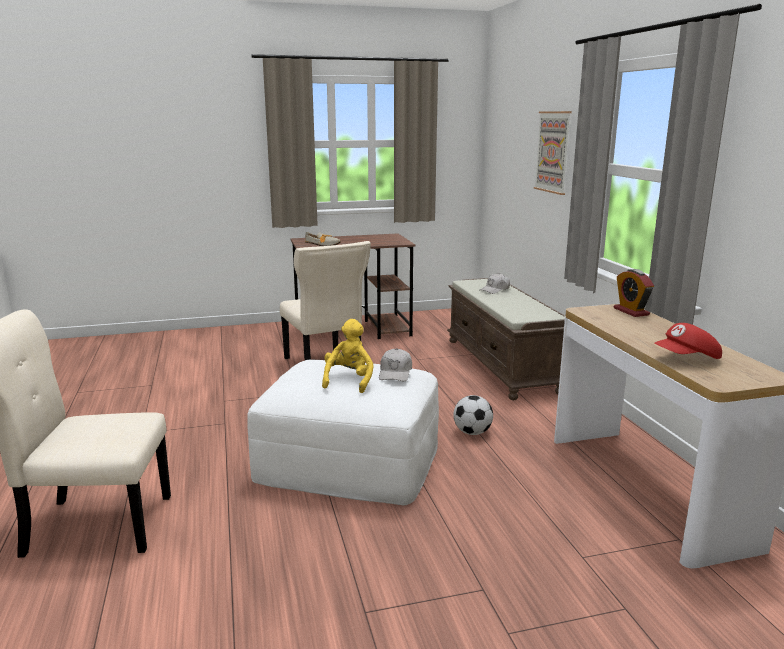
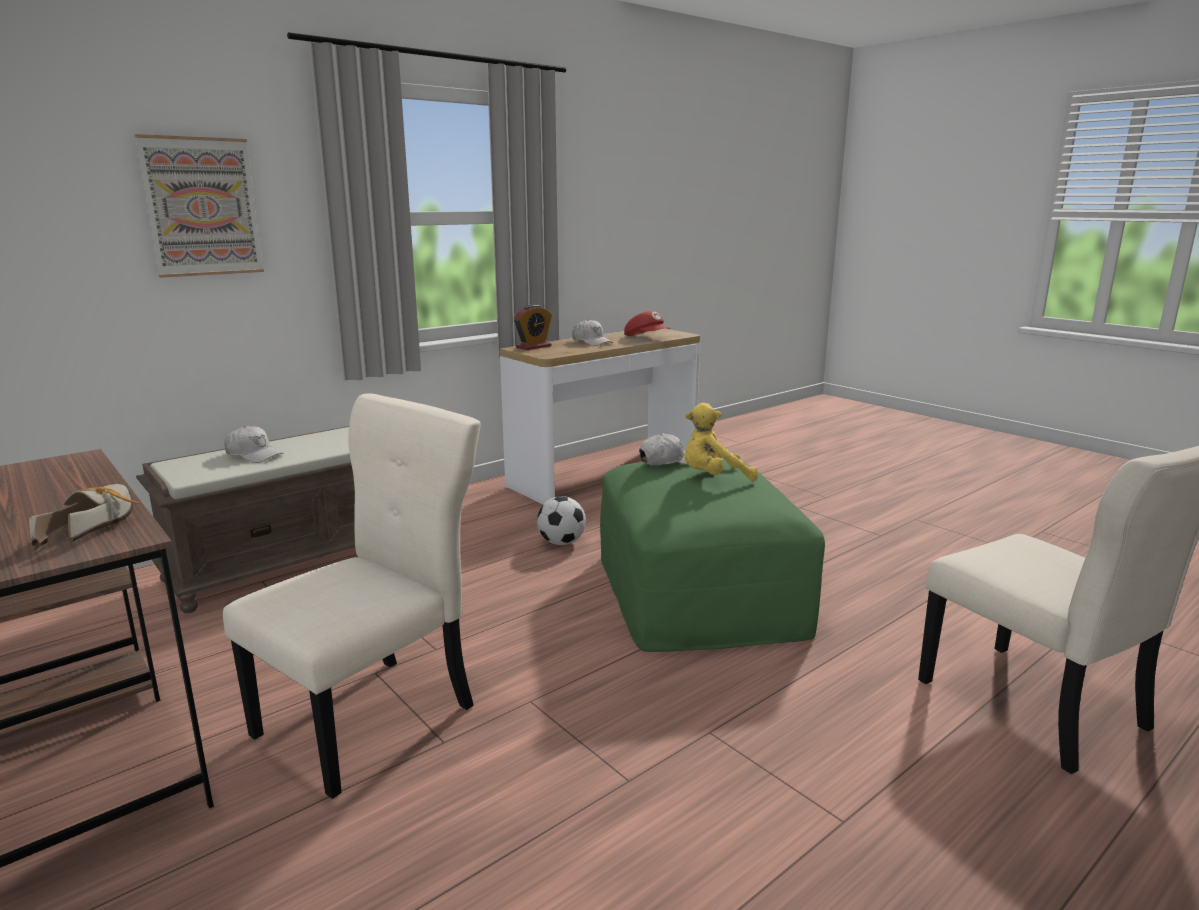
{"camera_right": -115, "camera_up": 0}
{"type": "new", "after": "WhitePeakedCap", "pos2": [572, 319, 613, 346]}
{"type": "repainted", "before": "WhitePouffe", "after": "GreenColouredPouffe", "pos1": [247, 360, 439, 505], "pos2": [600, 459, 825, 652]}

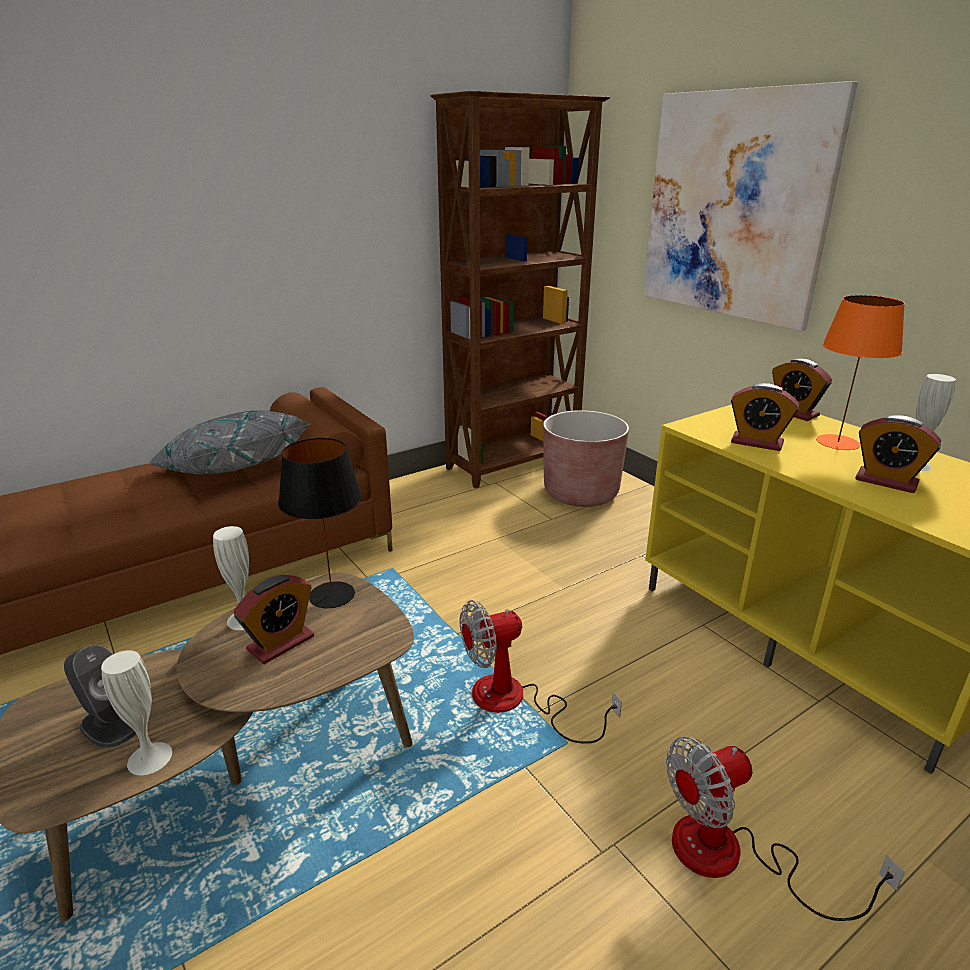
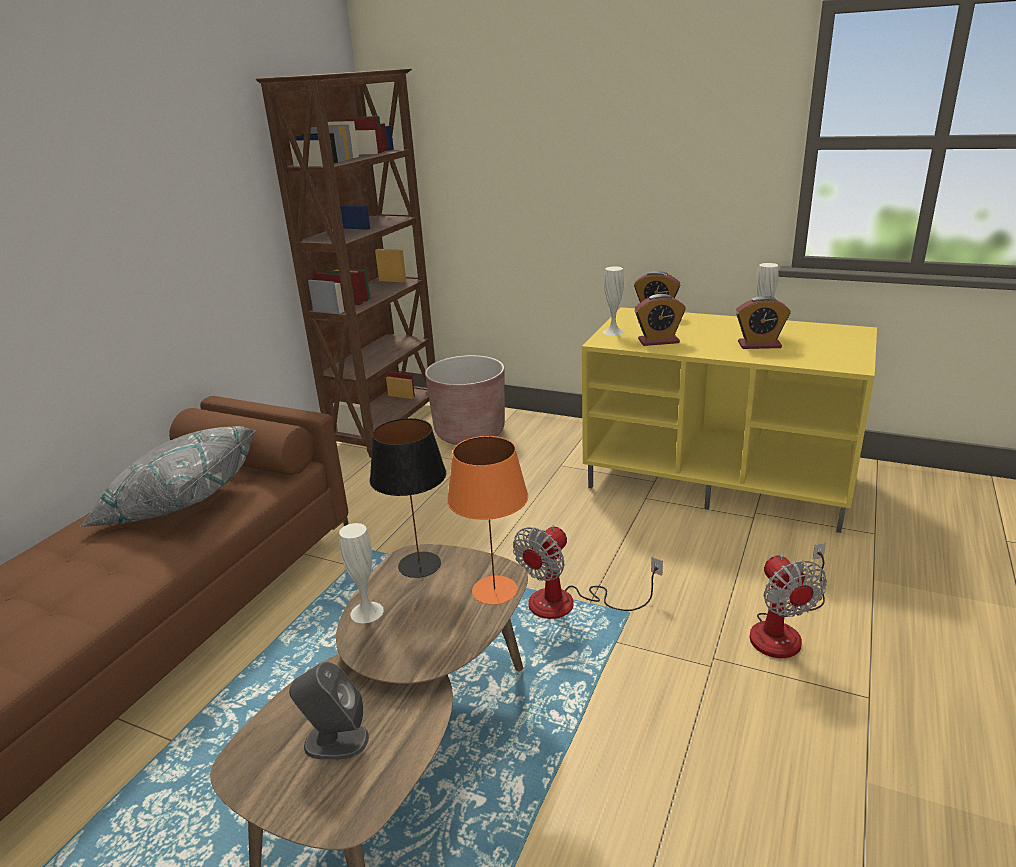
{"camera_right": -30, "camera_up": 0}
{"type": "shifted", "before": "OrangeTableLamp", "pos1": [816, 295, 905, 450], "pos2": [447, 436, 528, 605]}
{"type": "shifted", "before": "WhiteVase", "pos1": [101, 650, 172, 775], "pos2": [603, 267, 624, 336]}
{"type": "rotated", "before": "ElectricFan", "pos1": [666, 736, 905, 921], "pos2": [749, 543, 827, 658], "turn": -45}
{"type": "gone", "before": "AlarmClock", "pos1": [233, 575, 314, 664]}
{"type": "gone", "before": "WallArt", "pos1": [643, 81, 858, 331]}

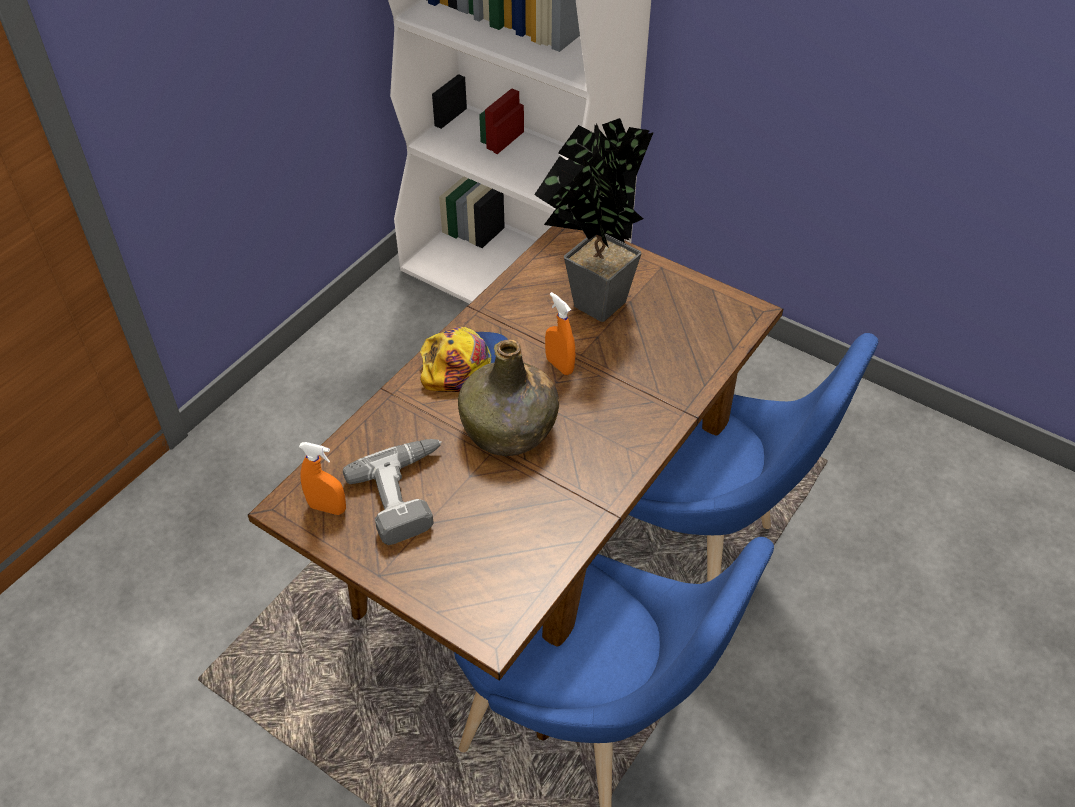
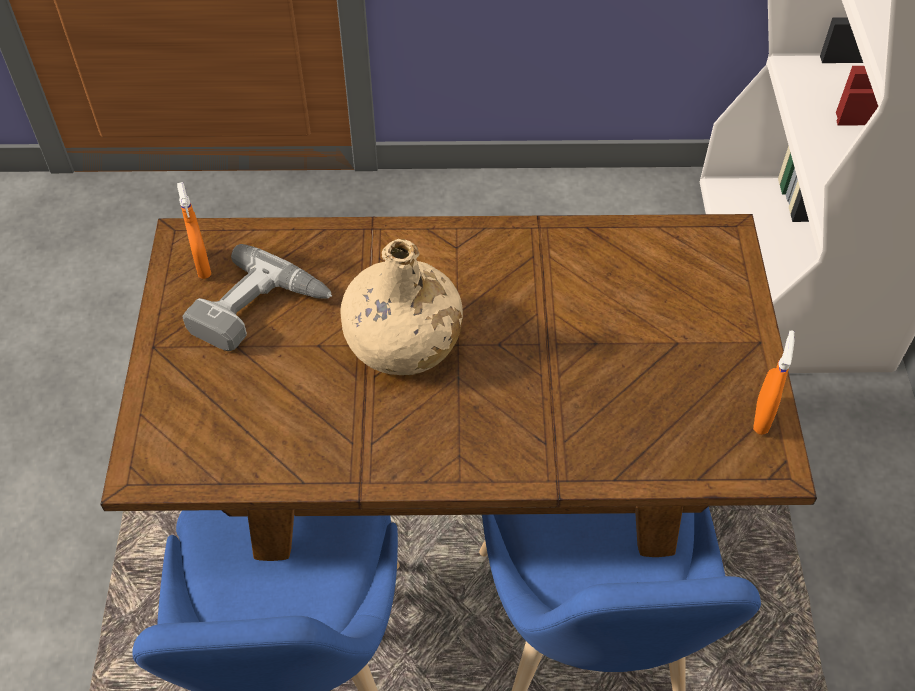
{"camera_right": 55, "camera_up": 5}
{"type": "repainted", "before": "GreenColouredBeverageBottle", "after": "BeigeColouredBeverageBottle", "pos1": [458, 339, 559, 456], "pos2": [341, 239, 463, 375]}
{"type": "shifted", "before": "OrangeSprayBottle", "pos1": [545, 292, 575, 375], "pos2": [753, 330, 795, 435]}
{"type": "gone", "before": "PeakedCap", "pos1": [420, 327, 508, 392]}
{"type": "gone", "before": "Houseplant", "pos1": [534, 118, 654, 322]}

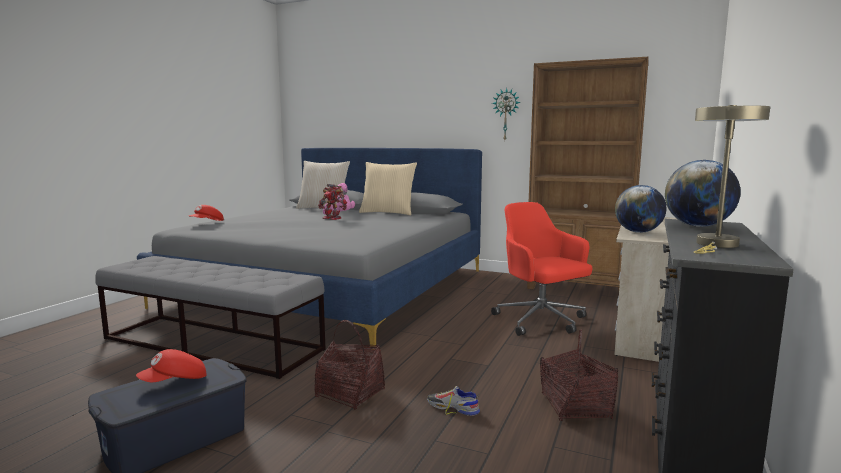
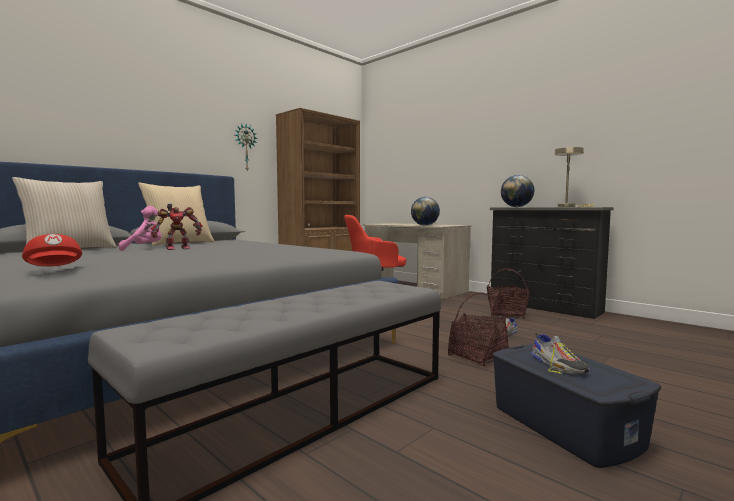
{"camera_right": -70, "camera_up": -5}
{"type": "swapped", "before": "RedPeakedCap", "after": "LowShoe", "pos1": [136, 349, 206, 382], "pos2": [531, 333, 589, 374]}

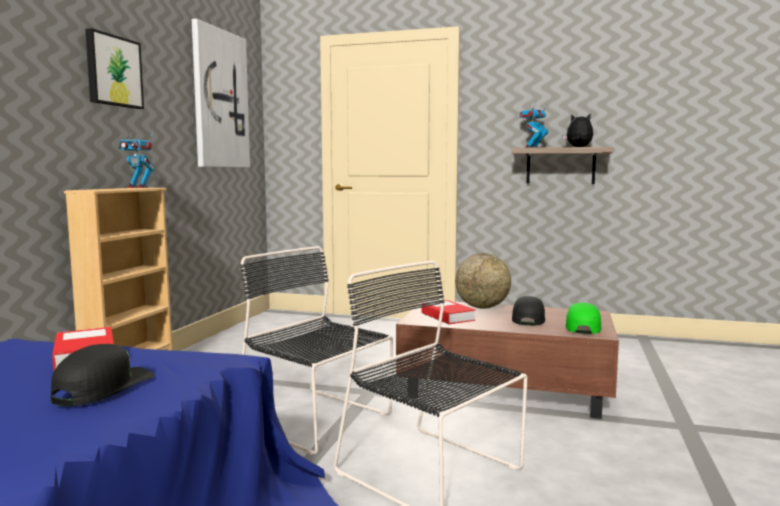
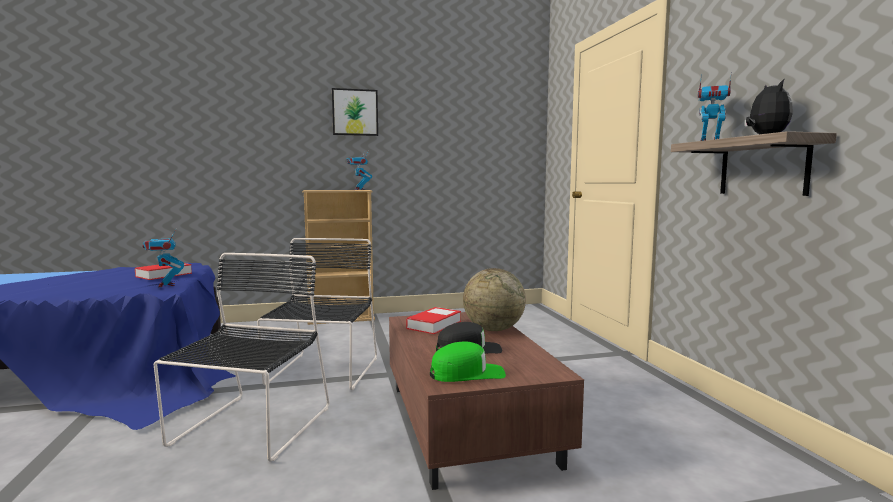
{"camera_right": 60, "camera_up": 0}
{"type": "new", "after": "ModelRobot", "pos2": [142, 230, 184, 287]}
{"type": "gone", "before": "BlackishPeakedCap", "pos1": [51, 344, 155, 406]}
{"type": "gone", "before": "WallArt", "pos1": [192, 19, 250, 168]}

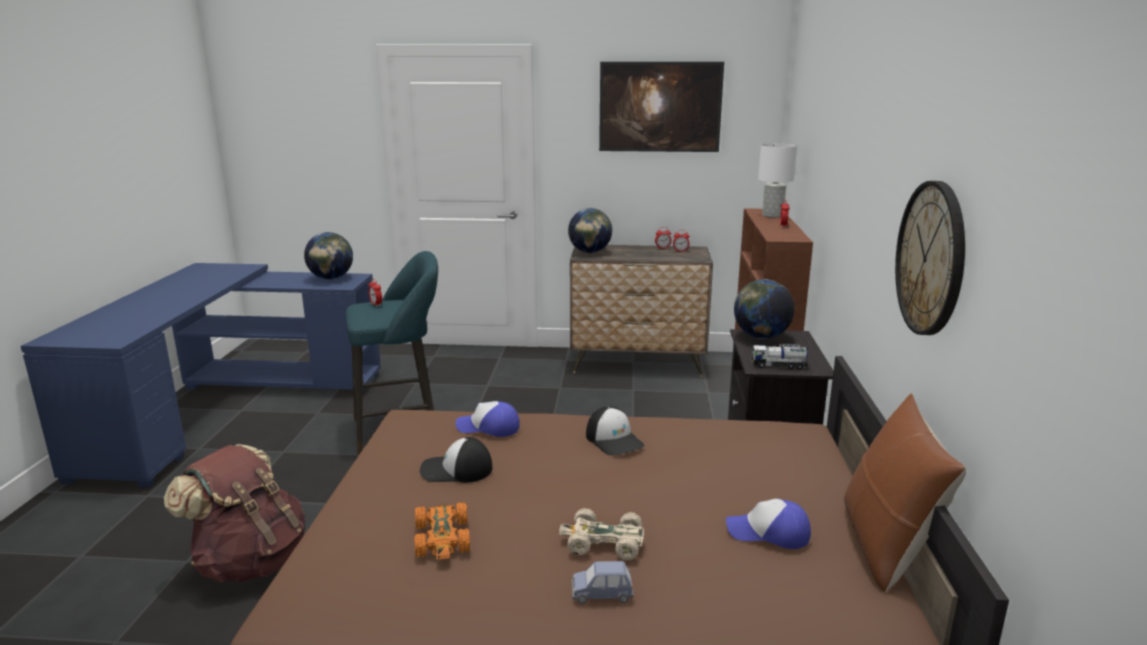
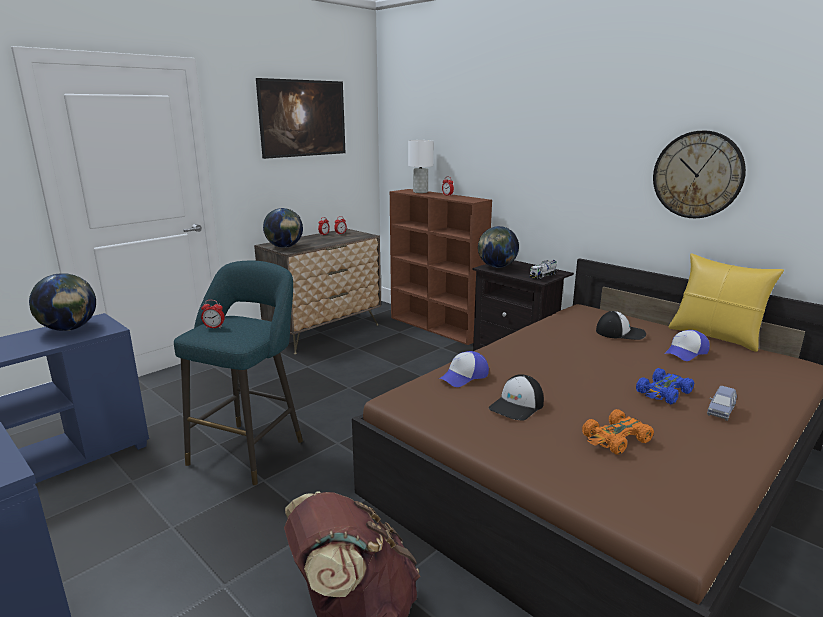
{"camera_right": -50, "camera_up": 0}
{"type": "rotated", "before": "OrangeToyCar", "pos1": [414, 502, 470, 559], "pos2": [582, 409, 654, 455], "turn": 120}
{"type": "shifted", "before": "PeakedCap", "pos1": [586, 406, 645, 455], "pos2": [596, 311, 646, 340]}
{"type": "repainted", "before": "BeigeColouredToyCar", "after": "BlueColouredToyCar", "pos1": [559, 508, 644, 560], "pos2": [636, 368, 694, 404]}
{"type": "repainted", "before": "BrownishThrowPillow", "after": "YellowColouredThrowPillow", "pos1": [844, 393, 966, 592], "pos2": [669, 254, 784, 352]}

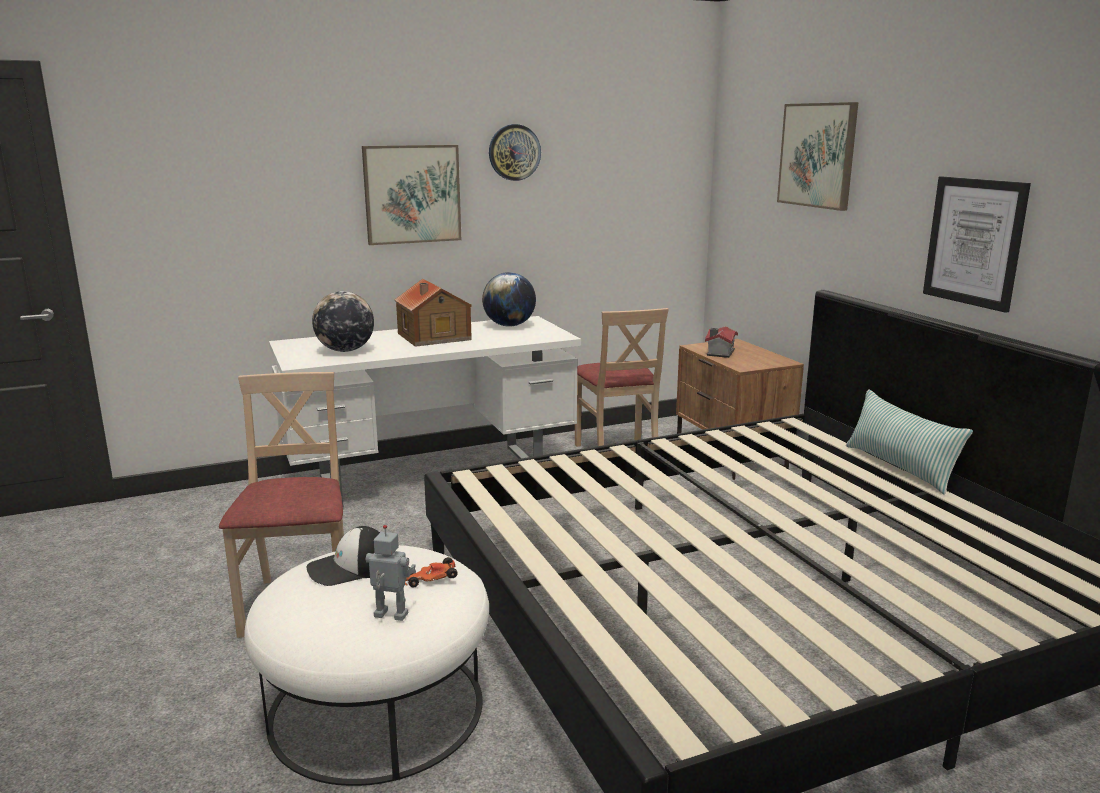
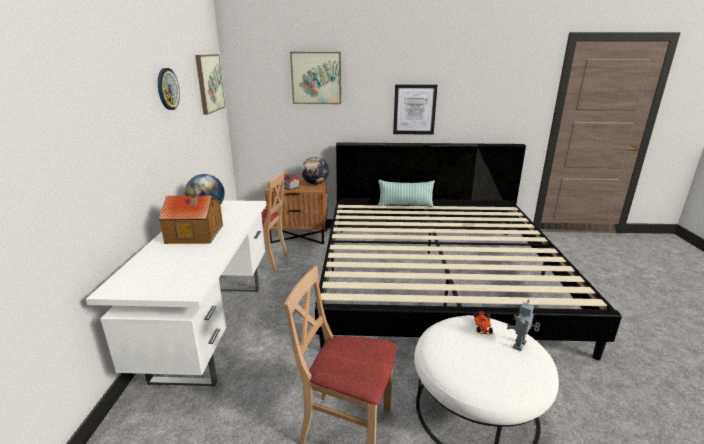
{"camera_right": -65, "camera_up": 5}
{"type": "shifted", "before": "WallArt", "pos1": [362, 145, 461, 245], "pos2": [195, 54, 225, 115]}
{"type": "shifted", "before": "DeskGlobe", "pos1": [312, 291, 374, 352], "pos2": [301, 157, 329, 185]}
{"type": "gone", "before": "PeakedCap", "pos1": [307, 526, 380, 586]}

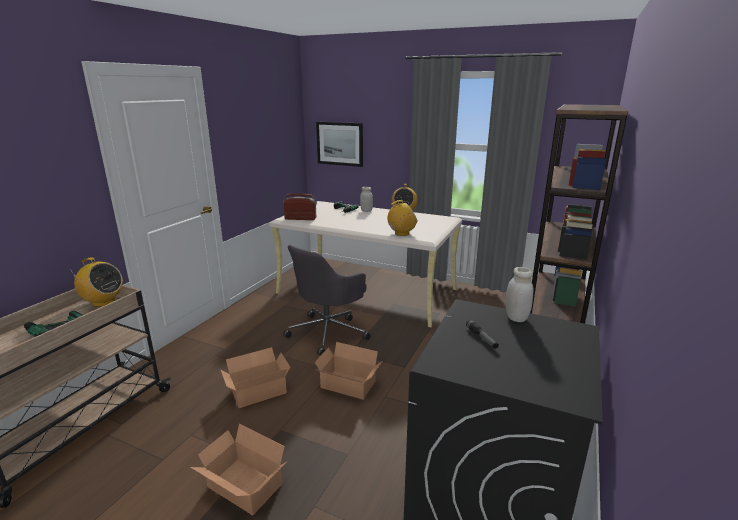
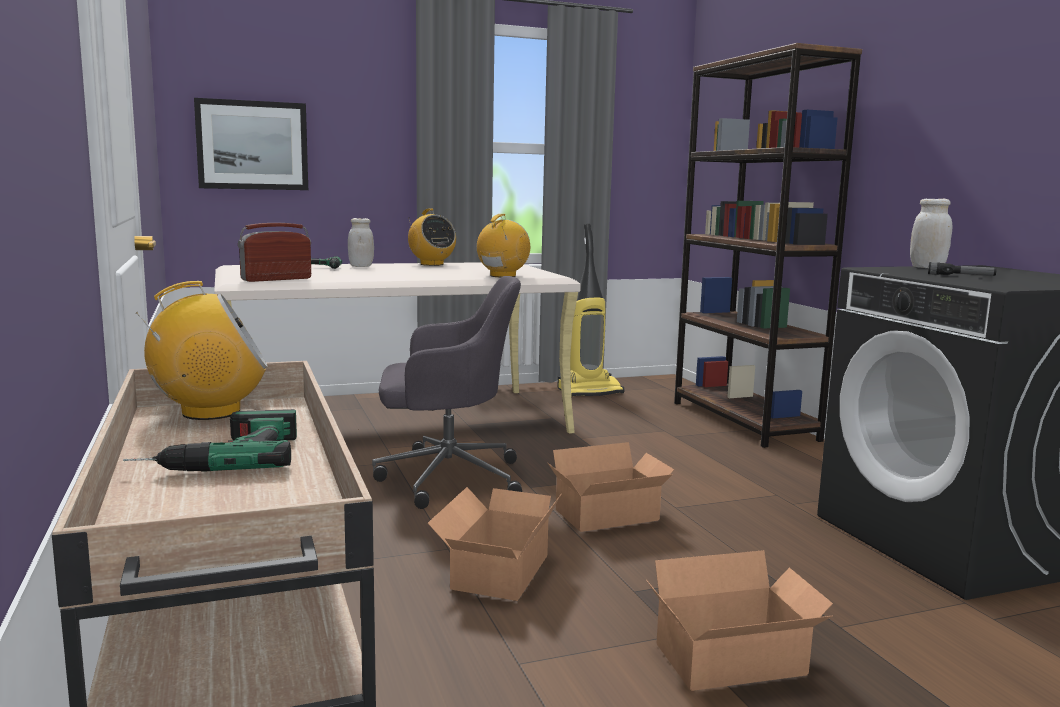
{"camera_right": -45, "camera_up": -10}
{"type": "rotated", "before": "GreyDeskChair", "pos1": [283, 245, 371, 356], "pos2": [372, 276, 522, 509], "turn": -90}
{"type": "new", "after": "Hoover", "pos2": [557, 224, 625, 396]}

